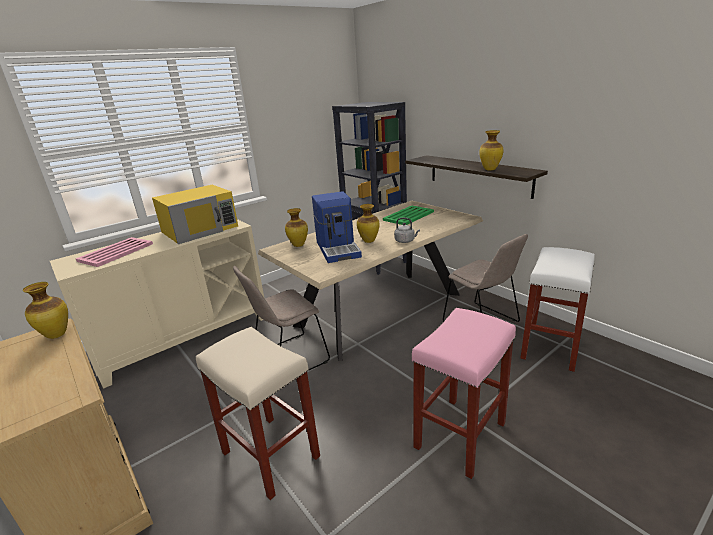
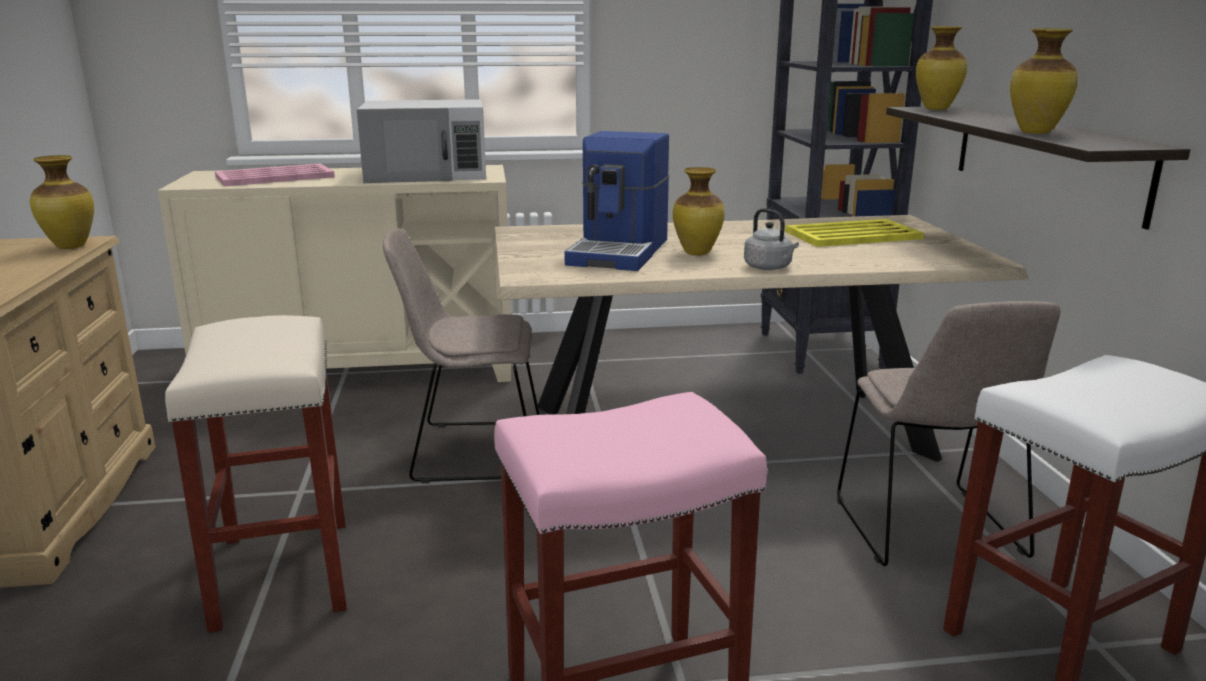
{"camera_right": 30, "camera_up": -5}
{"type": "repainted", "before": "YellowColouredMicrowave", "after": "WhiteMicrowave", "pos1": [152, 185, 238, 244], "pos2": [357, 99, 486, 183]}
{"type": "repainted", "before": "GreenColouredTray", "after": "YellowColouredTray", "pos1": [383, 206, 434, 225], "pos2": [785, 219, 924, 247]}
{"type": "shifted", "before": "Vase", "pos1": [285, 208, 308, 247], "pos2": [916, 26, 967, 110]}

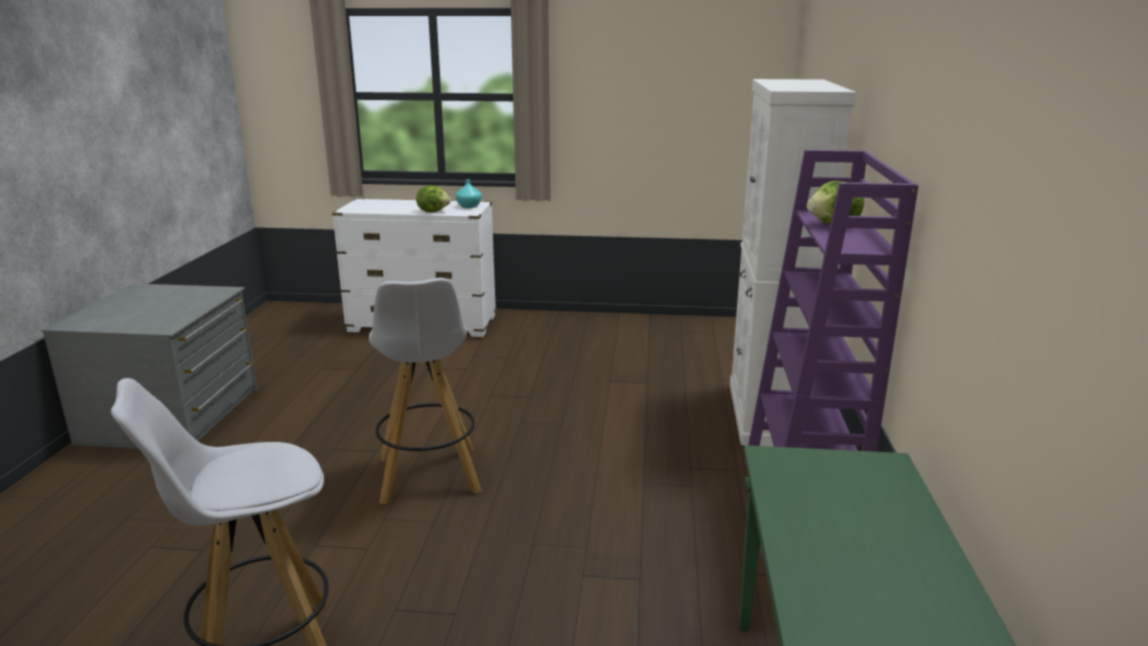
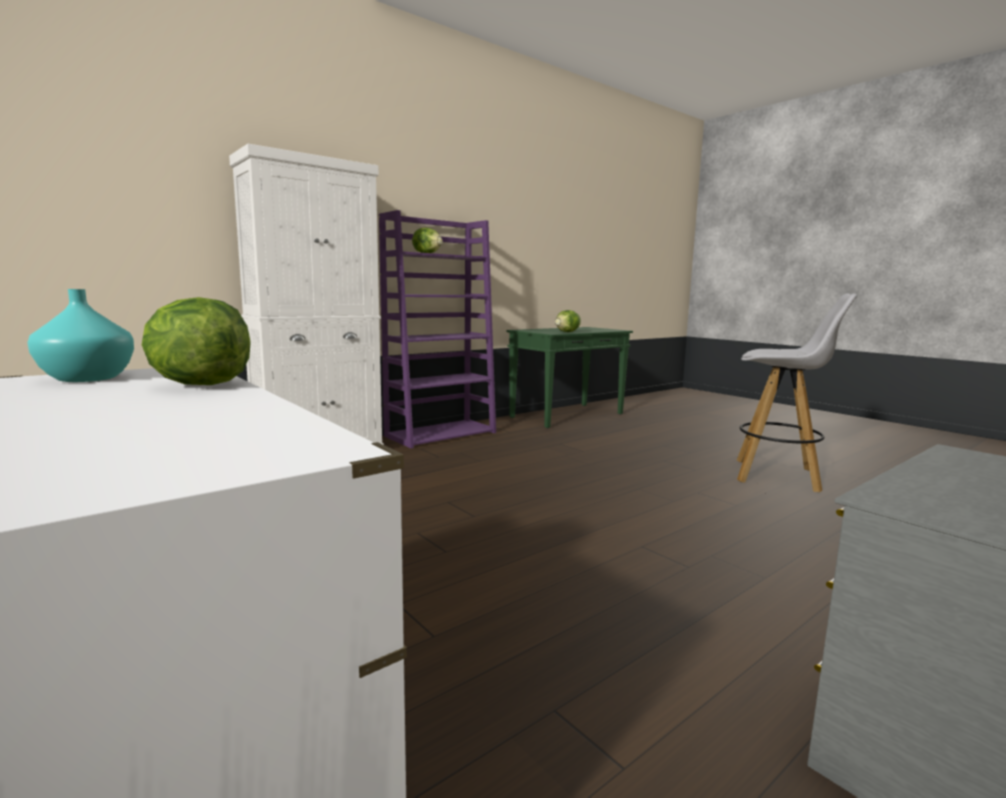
{"camera_right": -135, "camera_up": -10}
{"type": "new", "after": "HeadOfLettuce", "pos2": [555, 310, 581, 332]}
{"type": "gone", "before": "WhiteStoolSeat", "pos1": [369, 278, 482, 504]}

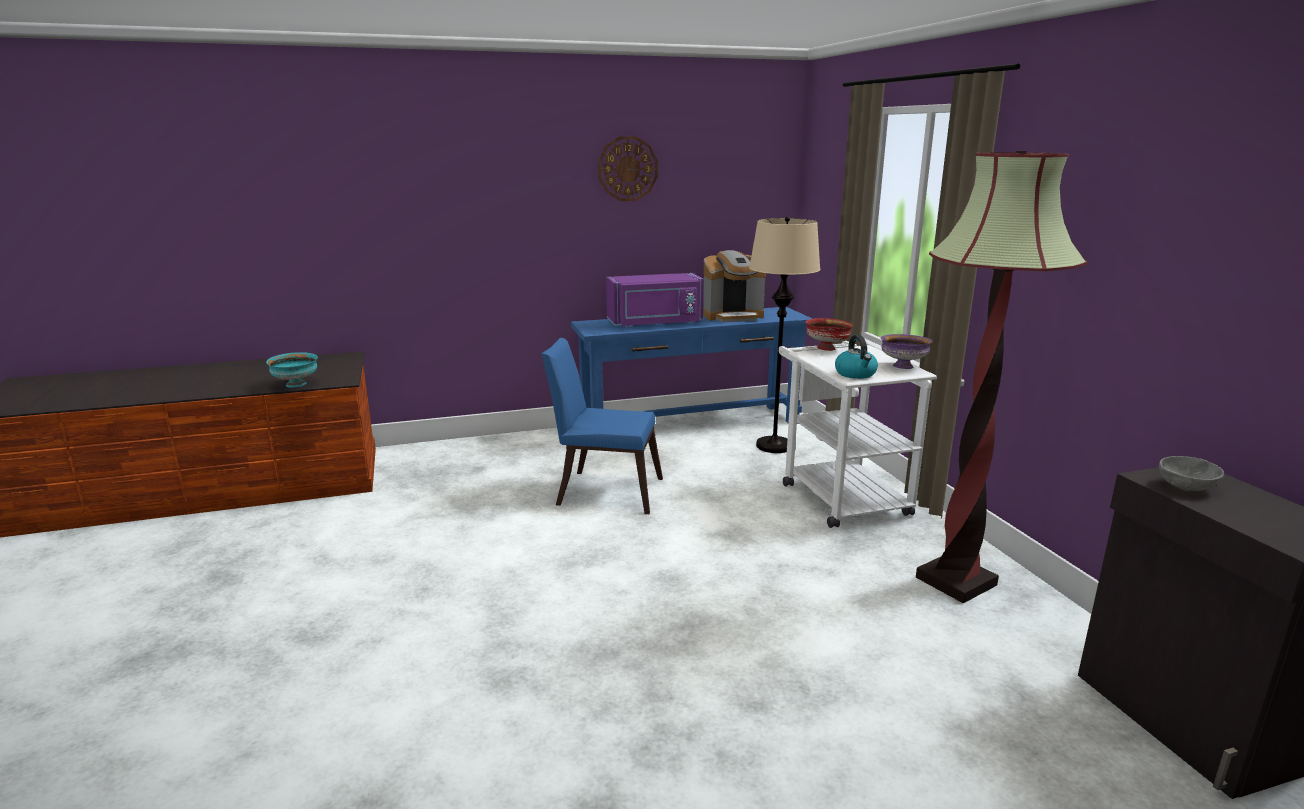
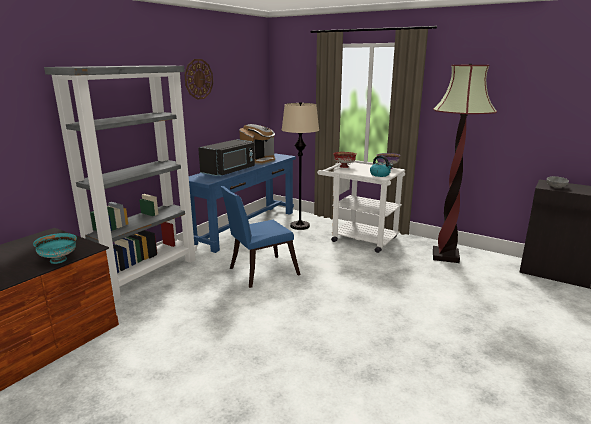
{"camera_right": -40, "camera_up": 0}
{"type": "new", "after": "GreyBookcase", "pos2": [44, 65, 197, 301]}
{"type": "repainted", "before": "PurplishMicrowave", "after": "BlackishMicrowave", "pos1": [606, 273, 704, 328], "pos2": [198, 139, 255, 176]}

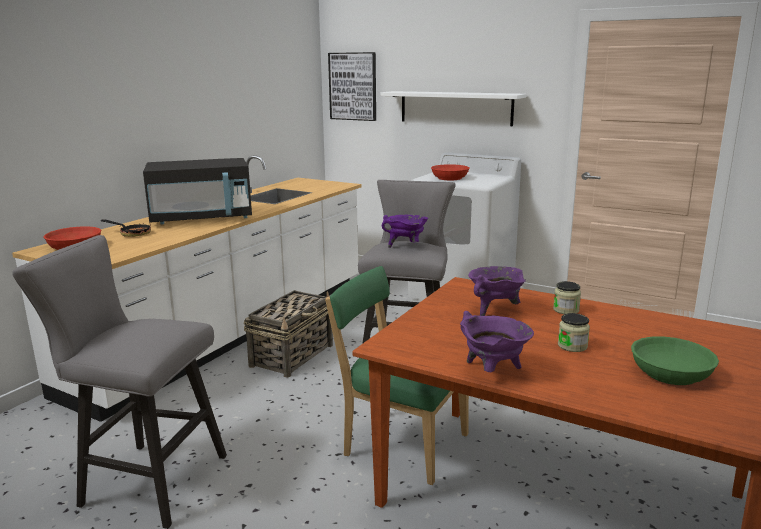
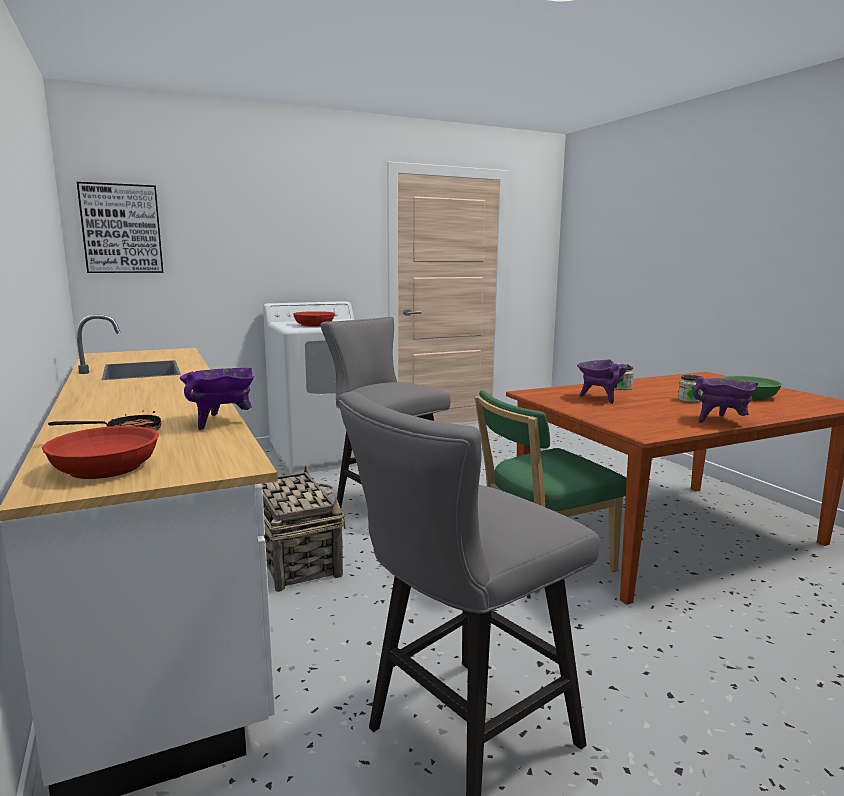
{"camera_right": -55, "camera_up": -5}
{"type": "shifted", "before": "PurplishStockpot", "pos1": [382, 214, 428, 248], "pos2": [180, 368, 254, 430]}
{"type": "gone", "before": "BlackishMicrowave", "pos1": [143, 158, 252, 225]}
{"type": "gone", "before": "WhiteShelf", "pos1": [380, 91, 527, 126]}

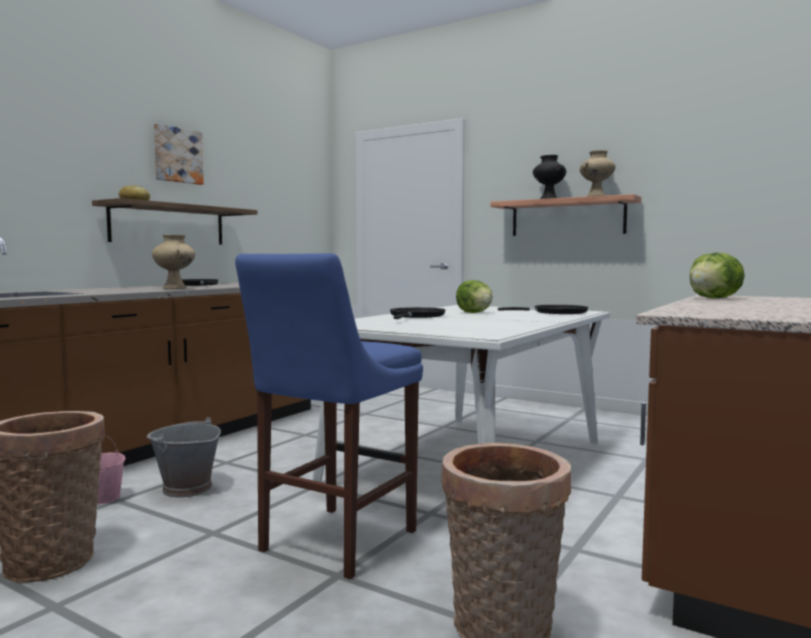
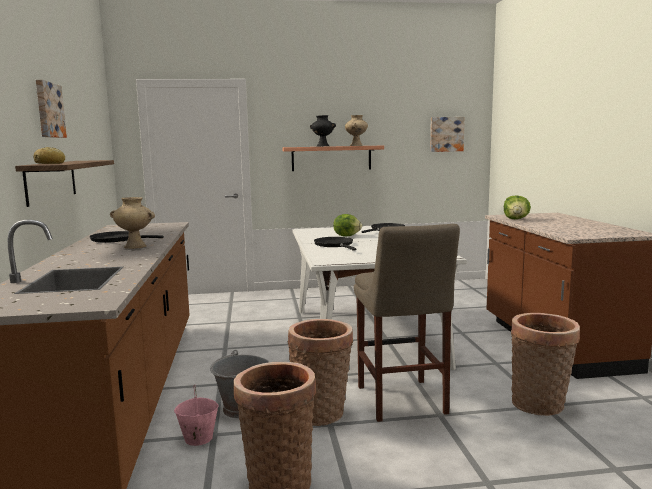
{"camera_right": -40, "camera_up": 5}
{"type": "new", "after": "Basket", "pos2": [288, 319, 353, 426]}
{"type": "repainted", "before": "BlueColouredStoolSeat", "after": "BeigeColouredStoolSeat", "pos1": [235, 253, 423, 579], "pos2": [354, 224, 460, 422]}
{"type": "new", "after": "WallArt", "pos2": [430, 117, 465, 152]}

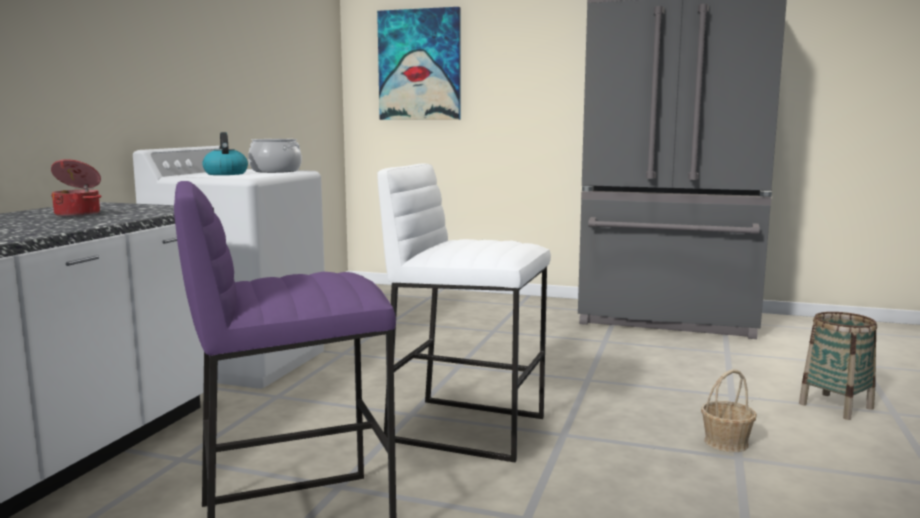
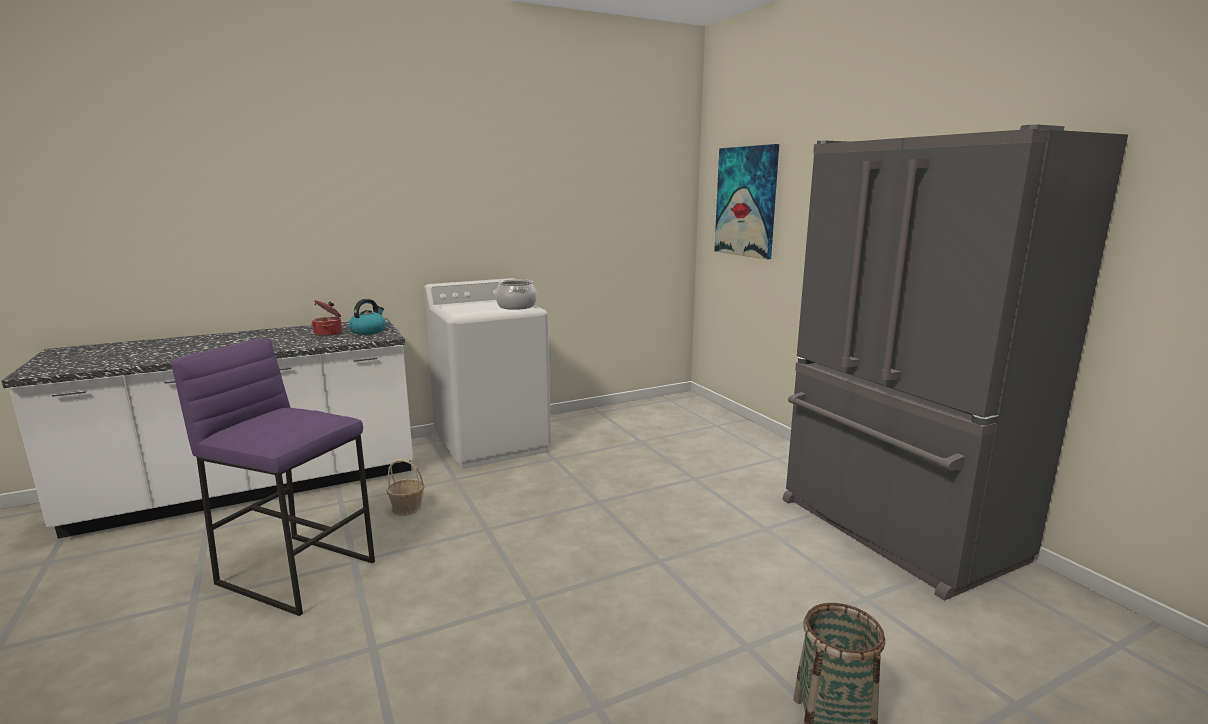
{"camera_right": 45, "camera_up": 5}
{"type": "shifted", "before": "WaterKettle", "pos1": [202, 132, 248, 175], "pos2": [349, 299, 386, 335]}
{"type": "shifted", "before": "Basket", "pos1": [701, 369, 757, 452], "pos2": [386, 459, 424, 516]}
{"type": "gone", "before": "WhiteStoolSeat", "pos1": [378, 164, 551, 462]}

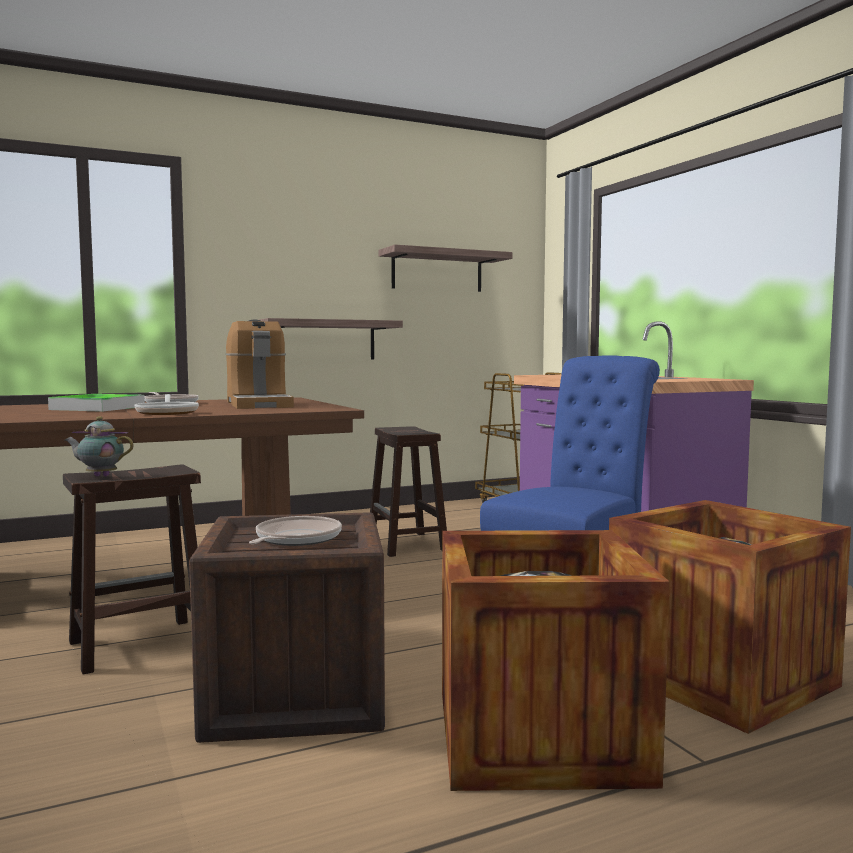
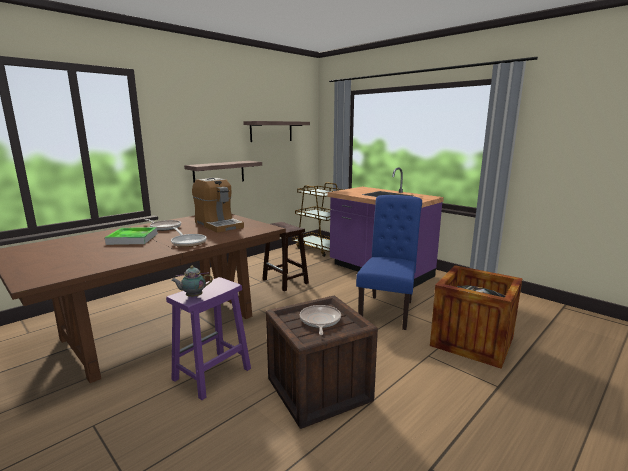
{"camera_right": -20, "camera_up": 10}
{"type": "repainted", "before": "BrownishStoolSeat", "after": "PurplishStoolSeat", "pos1": [63, 464, 201, 674], "pos2": [166, 277, 251, 400]}
{"type": "gone", "before": "ShippingCrate", "pos1": [442, 530, 670, 791]}

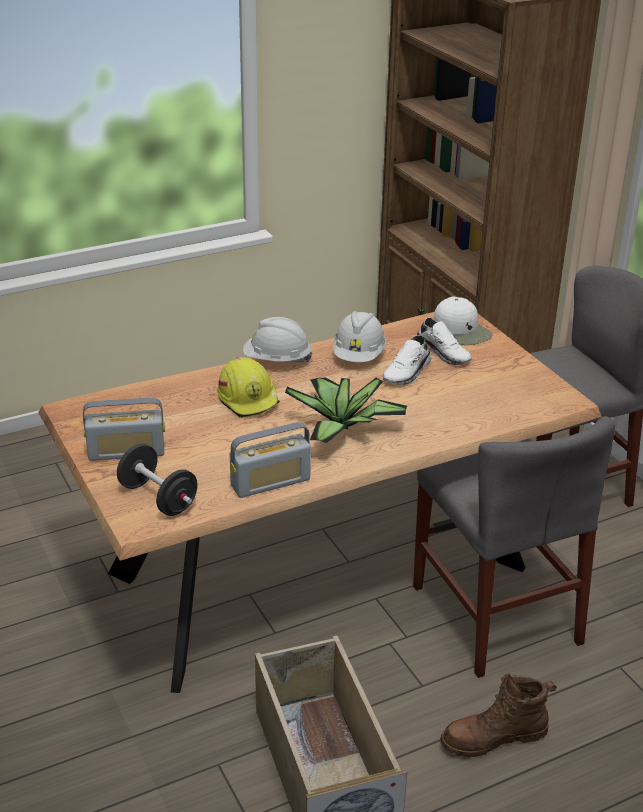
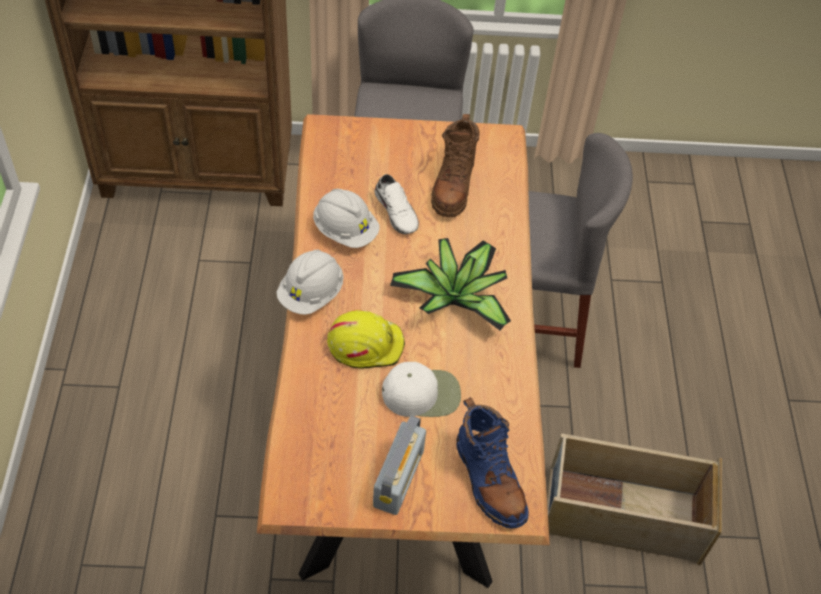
{"camera_right": -65, "camera_up": 20}
{"type": "shifted", "before": "WhitePeakedCap", "pos1": [434, 296, 493, 345], "pos2": [382, 362, 461, 417]}
{"type": "shifted", "before": "BrownishBoot", "pos1": [440, 674, 557, 757], "pos2": [431, 114, 479, 217]}
{"type": "swapped", "before": "BlackishFreeWeight", "after": "BlueColouredBoot", "pos1": [117, 444, 198, 516], "pos2": [456, 397, 529, 528]}
{"type": "gone", "before": "RadioSet", "pos1": [230, 422, 311, 498]}
{"type": "gone", "before": "WhiteLowShoe", "pos1": [417, 318, 472, 365]}

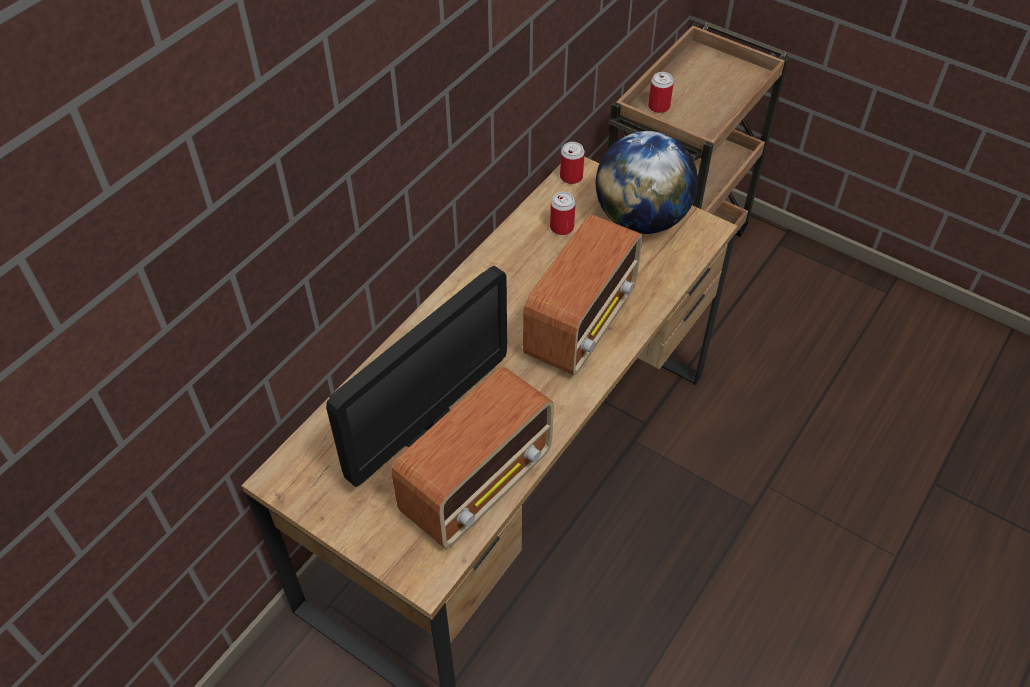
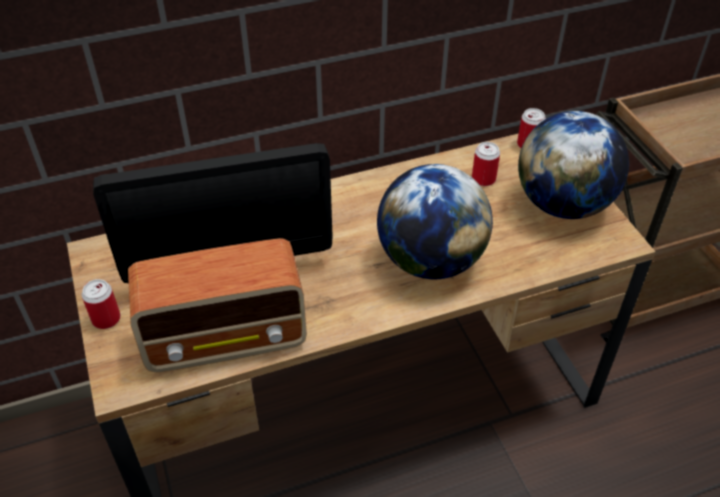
{"camera_right": 35, "camera_up": -5}
{"type": "shifted", "before": "SealedCan", "pos1": [648, 72, 674, 113], "pos2": [82, 279, 120, 329]}
{"type": "swapped", "before": "RadioSet", "after": "DeskGlobe", "pos1": [523, 214, 642, 375], "pos2": [377, 164, 493, 279]}

